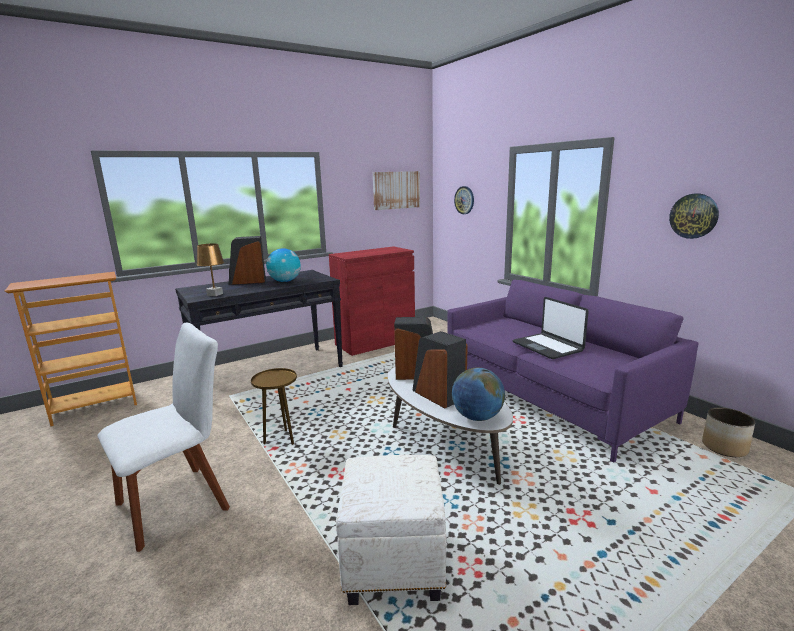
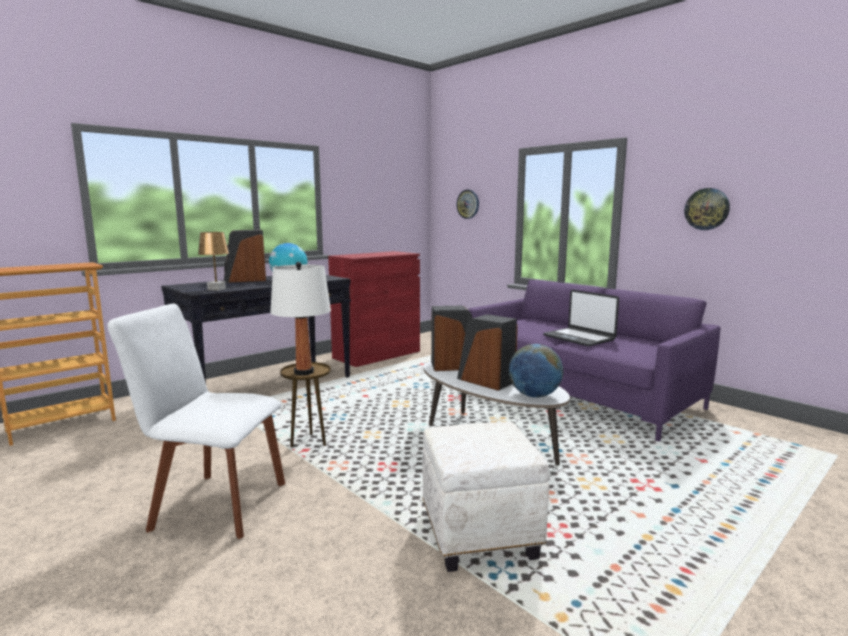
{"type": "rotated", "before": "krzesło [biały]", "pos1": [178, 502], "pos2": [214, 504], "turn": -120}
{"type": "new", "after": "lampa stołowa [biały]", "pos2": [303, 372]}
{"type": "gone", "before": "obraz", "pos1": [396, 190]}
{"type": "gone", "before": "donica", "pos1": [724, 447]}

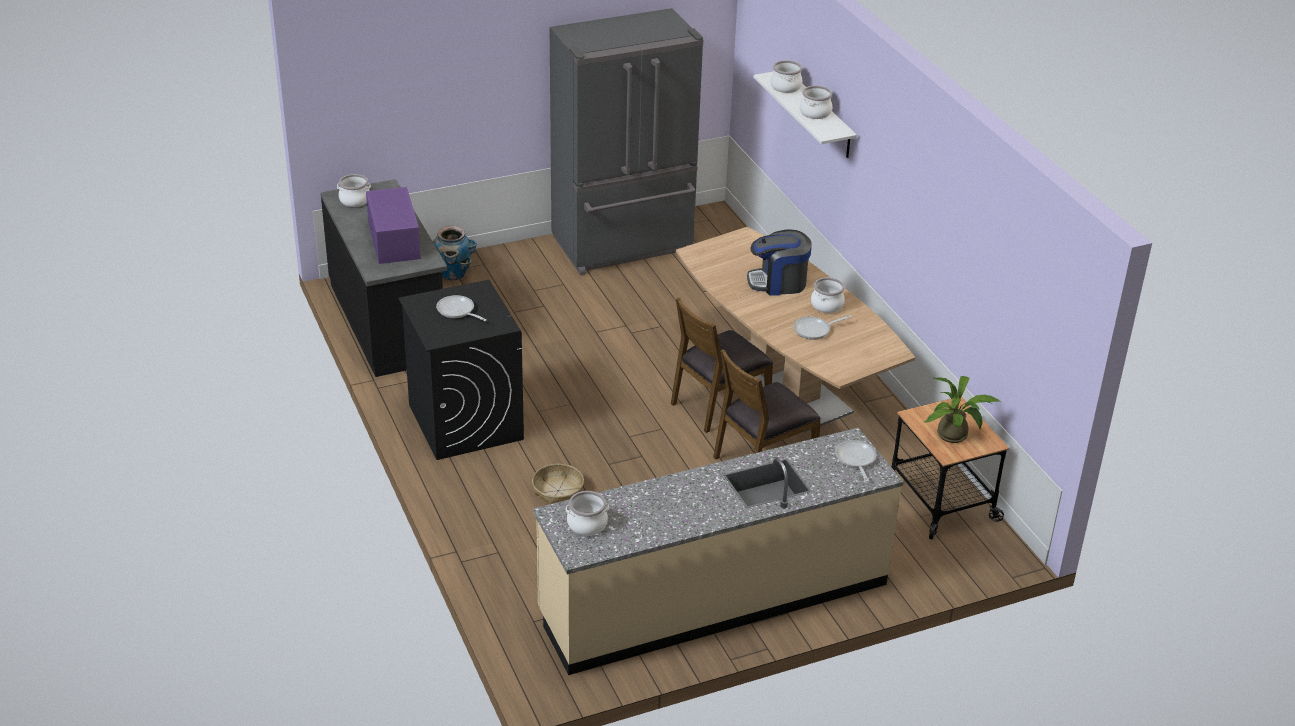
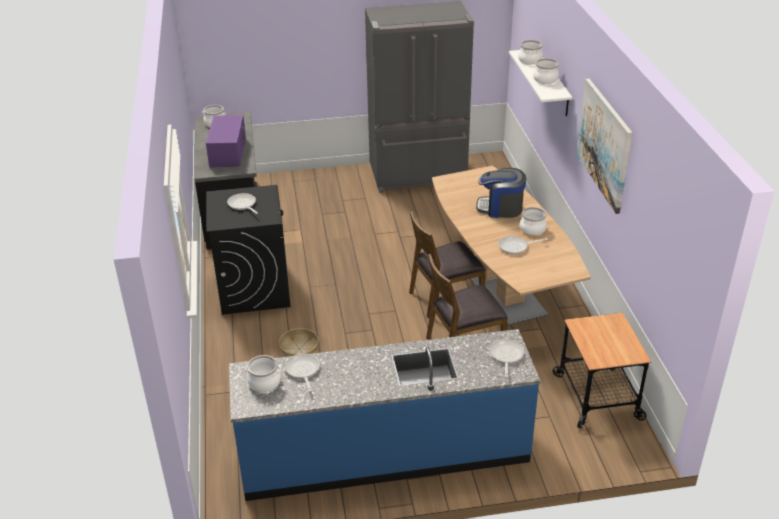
{"type": "repainted", "before": "zabudowa kuchenna [beżowy]", "after": "zabudowa kuchenna [niebieski]", "pos1": [714, 599], "pos2": [384, 453]}
{"type": "new", "after": "patelnia", "pos2": [302, 371]}
{"type": "new", "after": "obraz", "pos2": [604, 144]}
{"type": "gone", "before": "donica", "pos1": [453, 274]}
{"type": "gone", "before": "roślina doniczkowa", "pos1": [956, 436]}

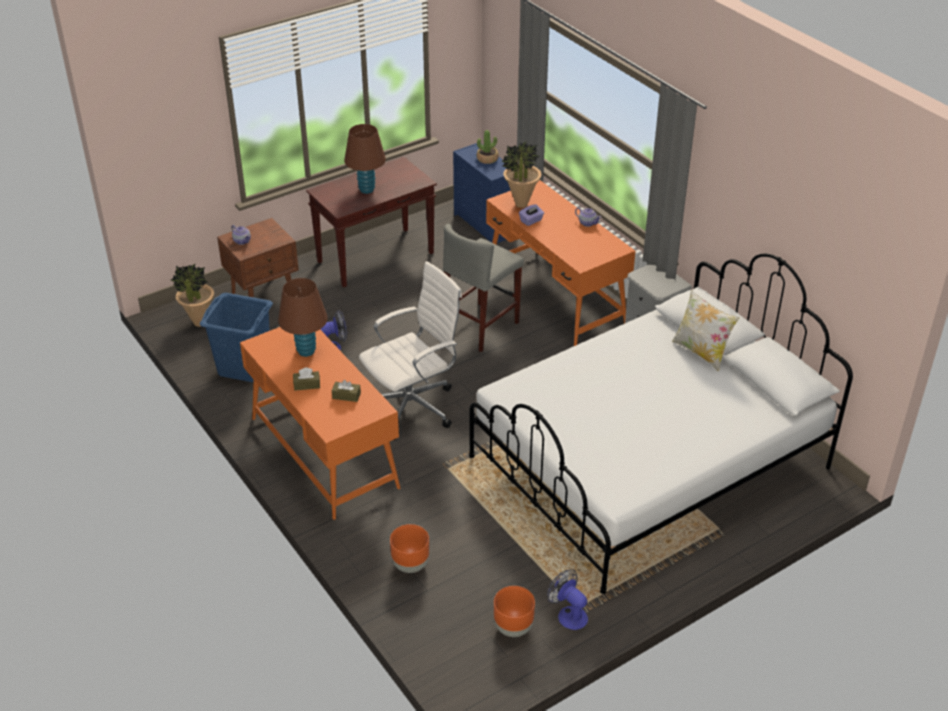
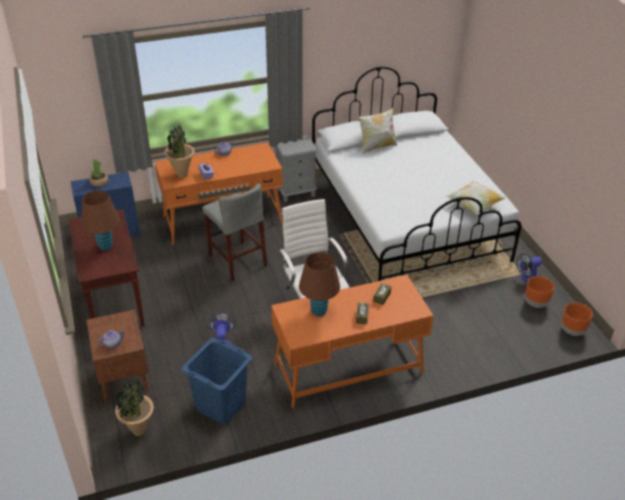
{"type": "new", "after": "poduszka", "pos2": [474, 206]}
{"type": "shifted", "before": "donica [pomarańczowy]", "pos1": [410, 565], "pos2": [572, 331]}

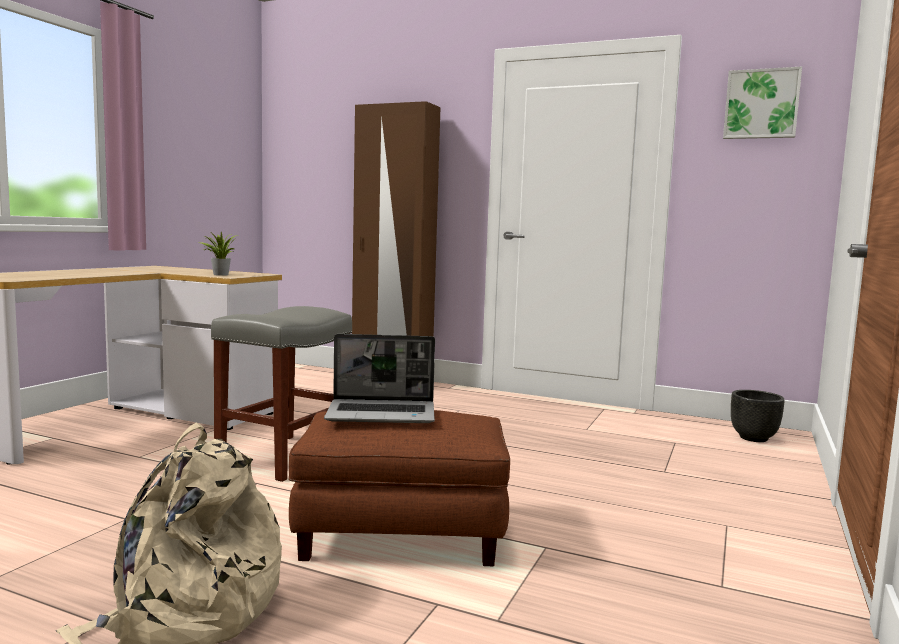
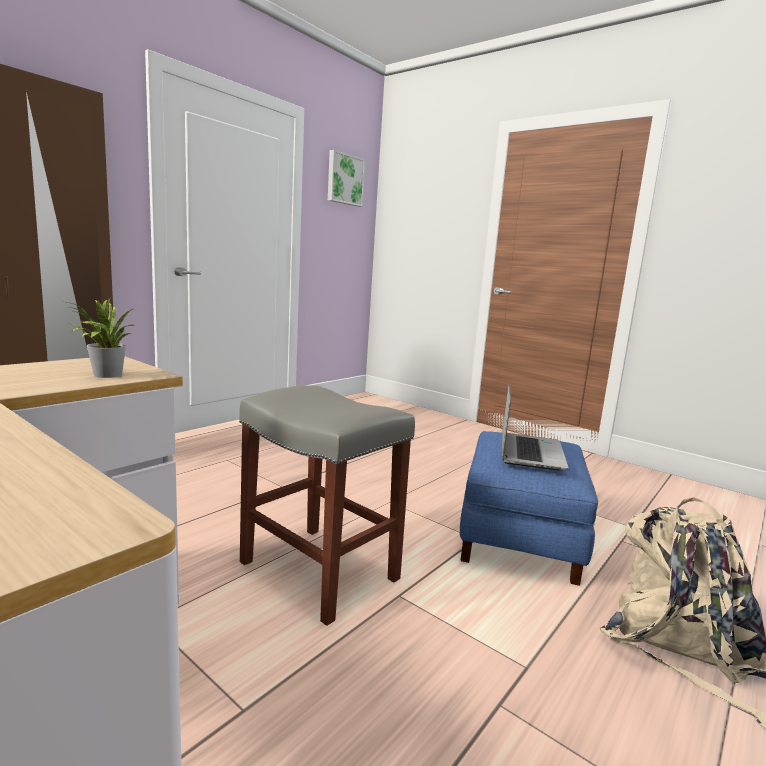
{"type": "repainted", "before": "pufa [brązowy]", "after": "pufa [niebieski]", "pos1": [400, 532], "pos2": [520, 536]}
{"type": "gone", "before": "donica [czarny]", "pos1": [754, 438]}

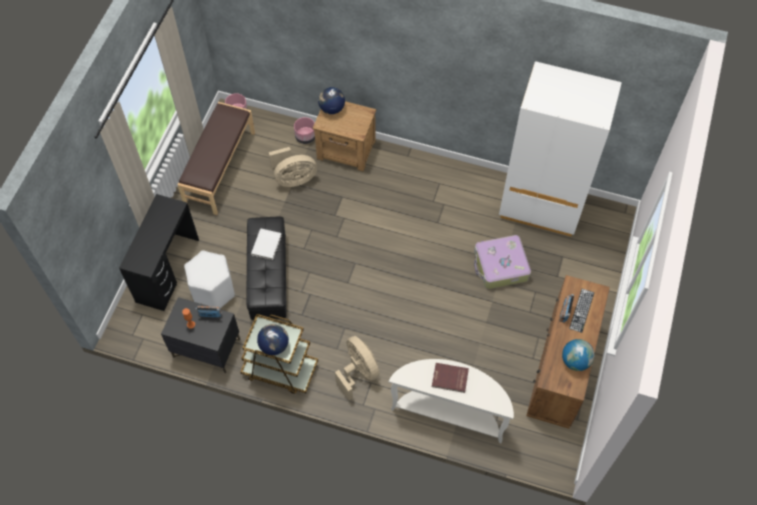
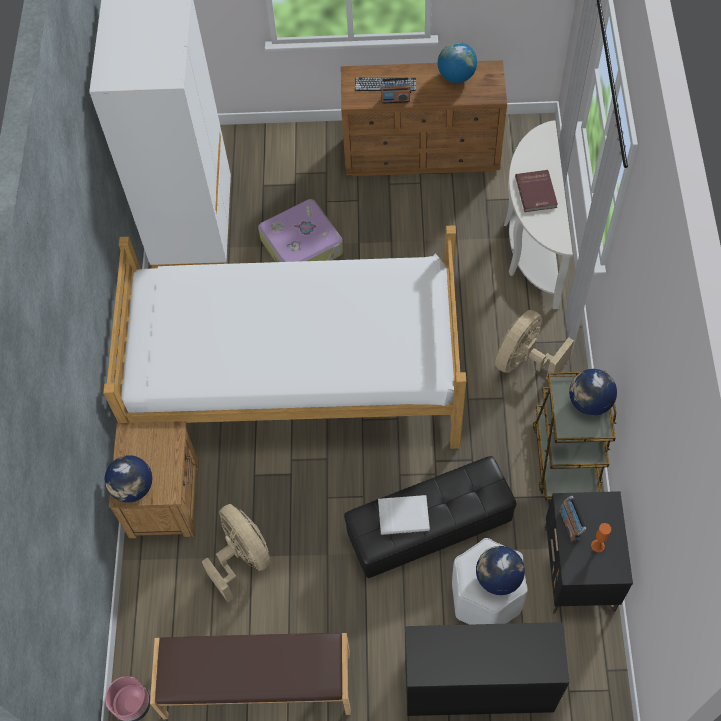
{"type": "new", "after": "łóżko", "pos2": [297, 377]}
{"type": "new", "after": "globus", "pos2": [498, 578]}
{"type": "gone", "before": "donica [różowy]", "pos1": [305, 137]}

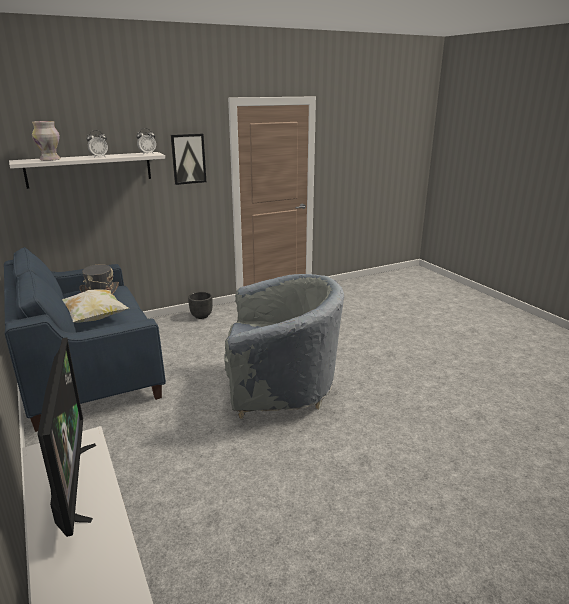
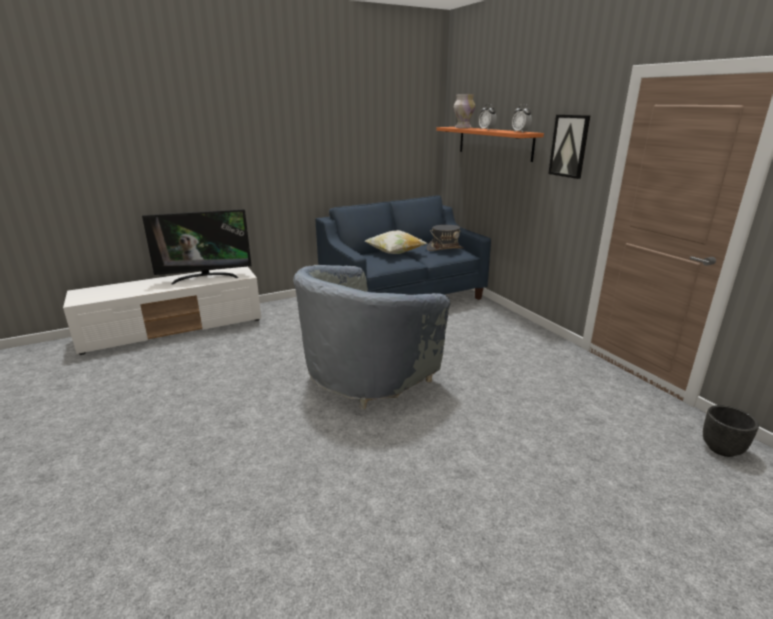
{"type": "rotated", "before": "fotel [szary]", "pos1": [279, 390], "pos2": [366, 378], "turn": 45}
{"type": "repainted", "before": "półka [biały]", "after": "półka [pomarańczowy]", "pos1": [89, 169], "pos2": [494, 143]}
{"type": "shifted", "before": "donica [czarny]", "pos1": [201, 316], "pos2": [722, 449]}

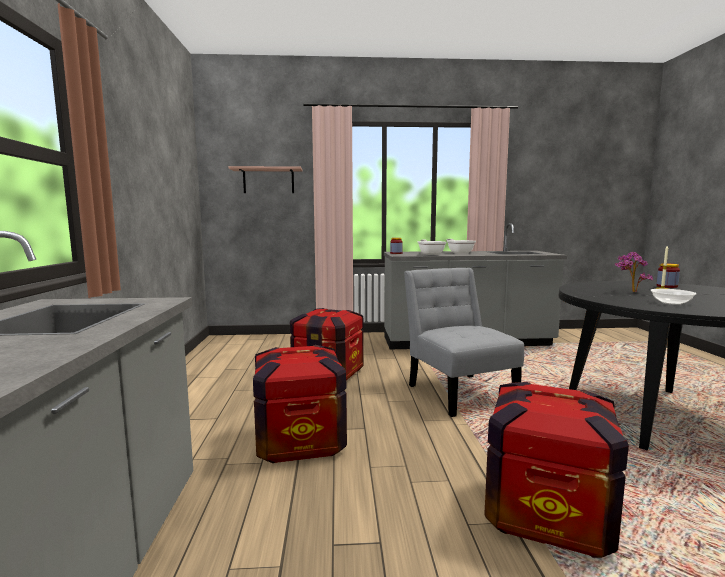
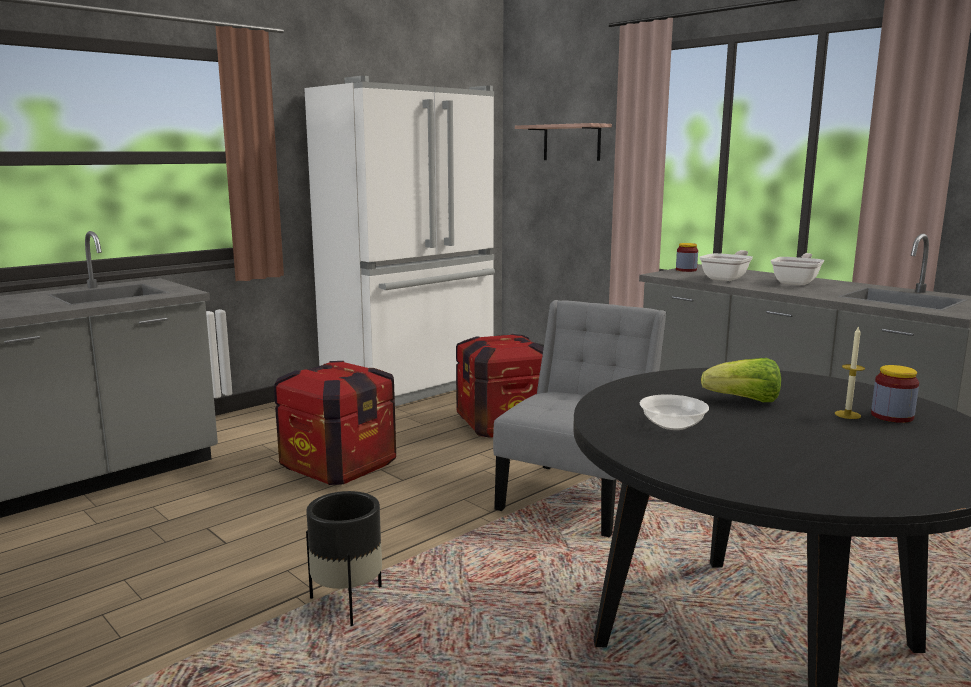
{"type": "new", "after": "lodówka [biały]", "pos2": [412, 387]}
{"type": "swapped", "before": "skrzynka", "after": "donica [czarny]", "pos1": [546, 513], "pos2": [347, 603]}
{"type": "swapped", "before": "roślina doniczkowa", "after": "sałata", "pos1": [630, 292], "pos2": [744, 401]}

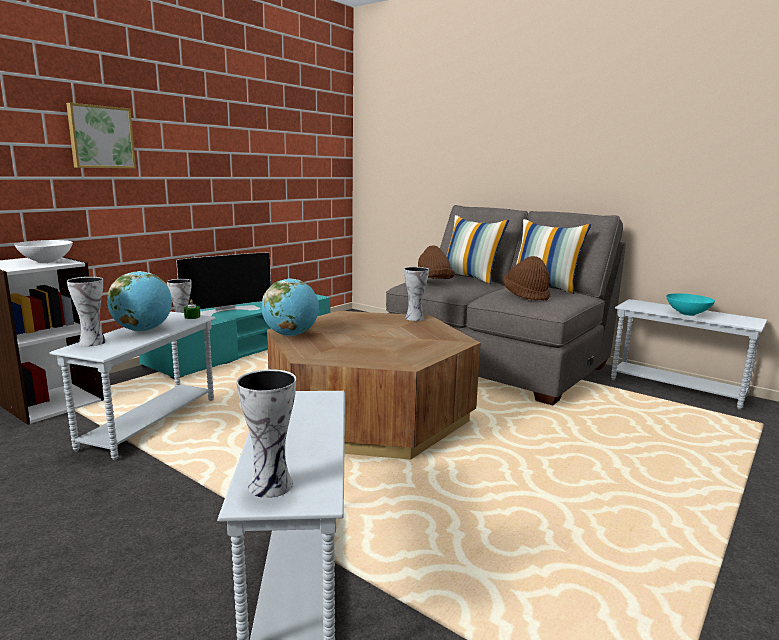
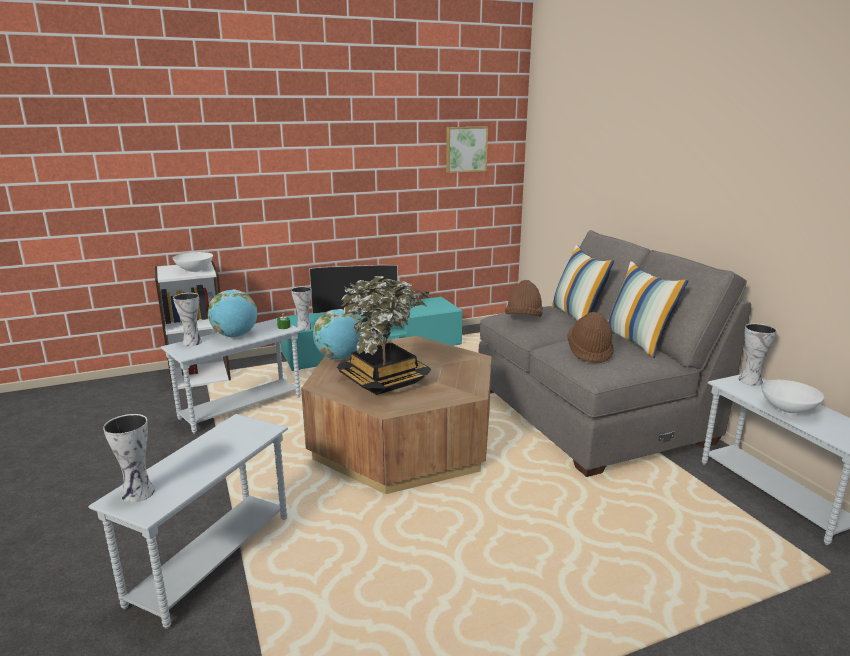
{"type": "new", "after": "roślina doniczkowa", "pos2": [384, 381]}
{"type": "shifted", "before": "obraz", "pos1": [101, 137], "pos2": [465, 149]}
{"type": "shifted", "before": "wazon", "pos1": [414, 318], "pos2": [749, 380]}
{"type": "repainted", "before": "miska [turkusowy]", "after": "miska [biały]", "pos1": [688, 314], "pos2": [788, 409]}

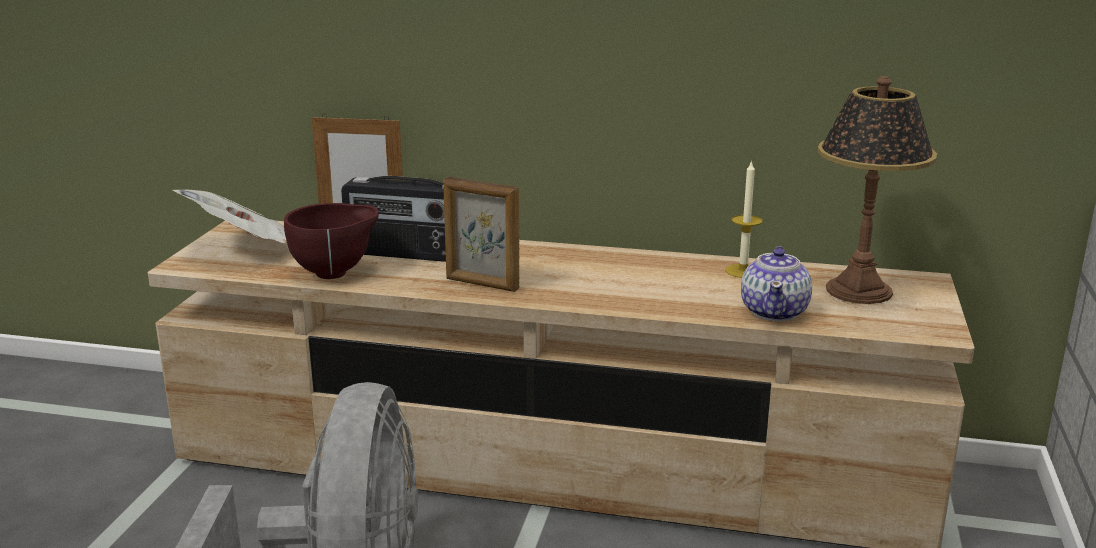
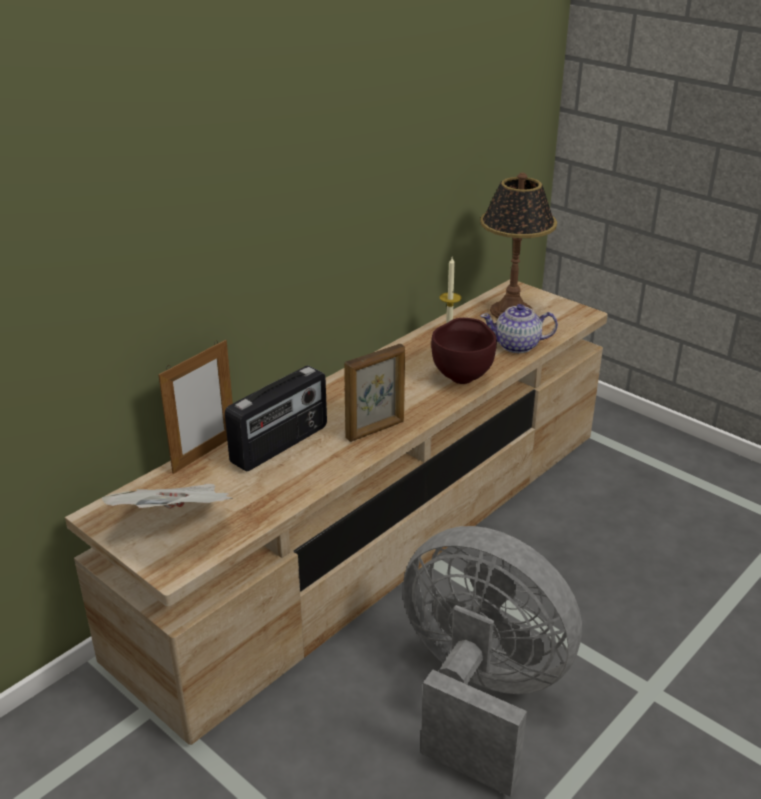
{"type": "shifted", "before": "miska [brązowy]", "pos1": [336, 273], "pos2": [462, 376]}
{"type": "rotated", "before": "imbryk", "pos1": [775, 311], "pos2": [517, 346], "turn": 135}

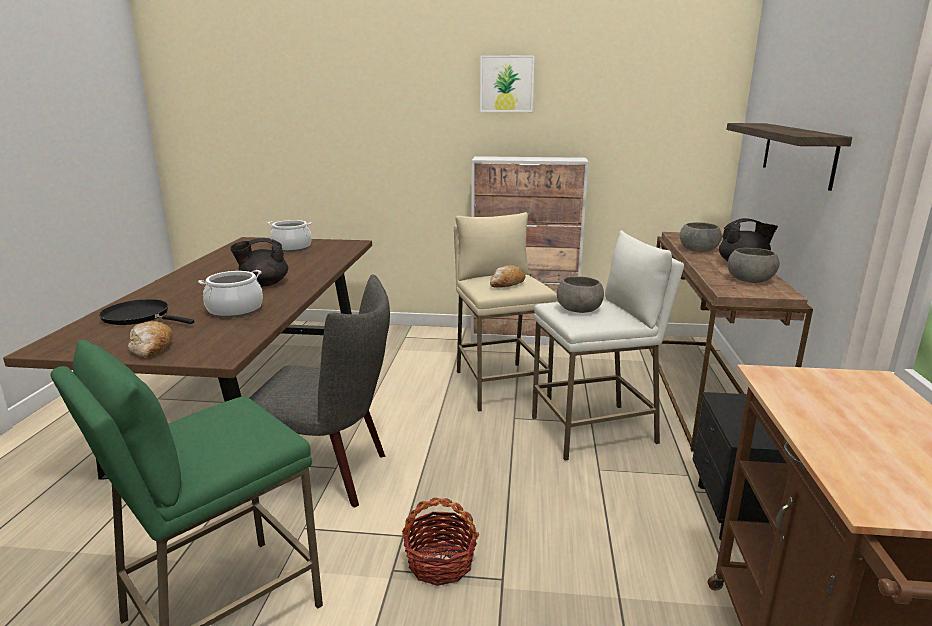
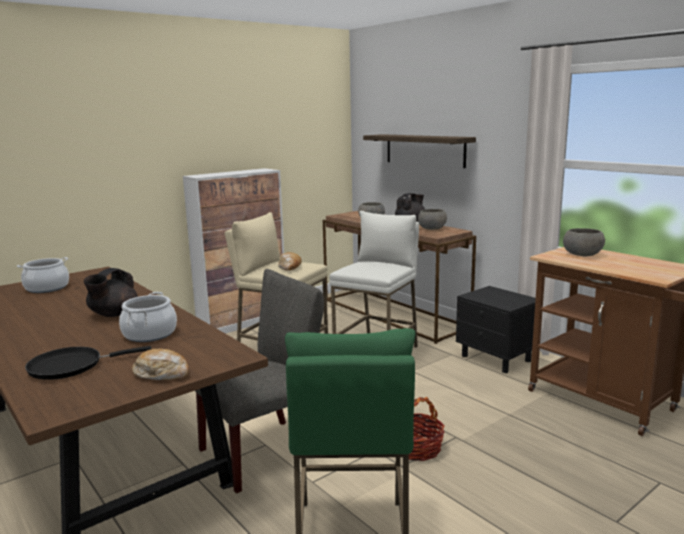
{"type": "shifted", "before": "miska [szary]", "pos1": [579, 309], "pos2": [582, 254]}
{"type": "gone", "before": "obraz", "pos1": [507, 84]}

